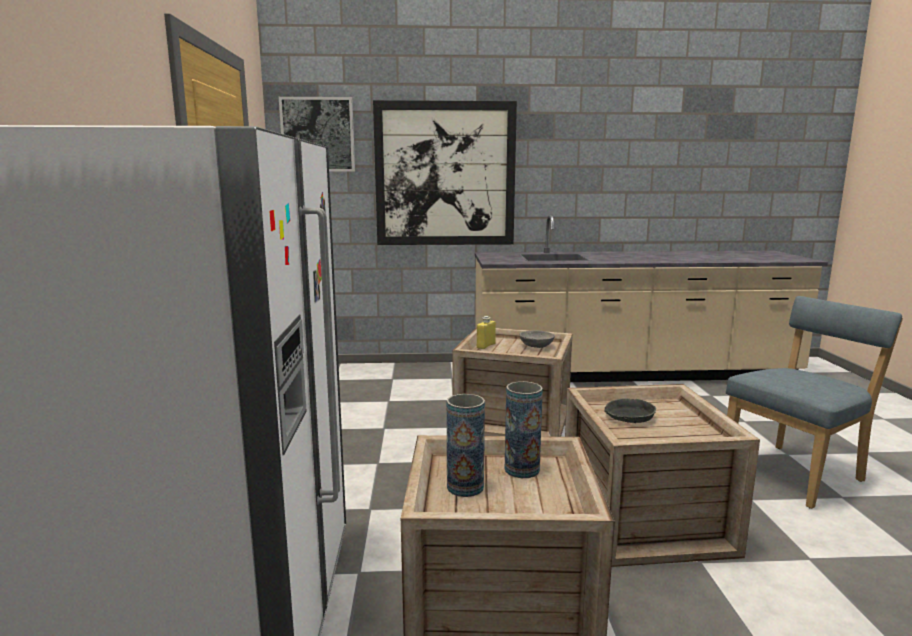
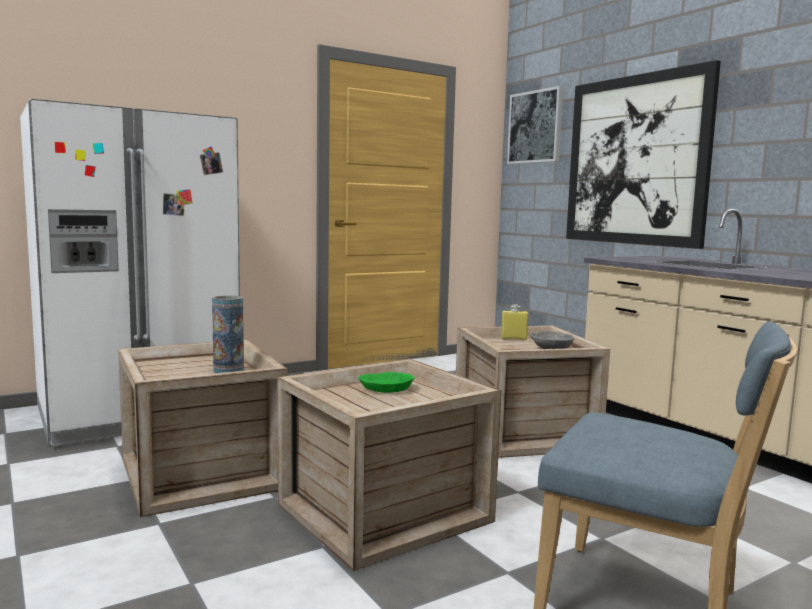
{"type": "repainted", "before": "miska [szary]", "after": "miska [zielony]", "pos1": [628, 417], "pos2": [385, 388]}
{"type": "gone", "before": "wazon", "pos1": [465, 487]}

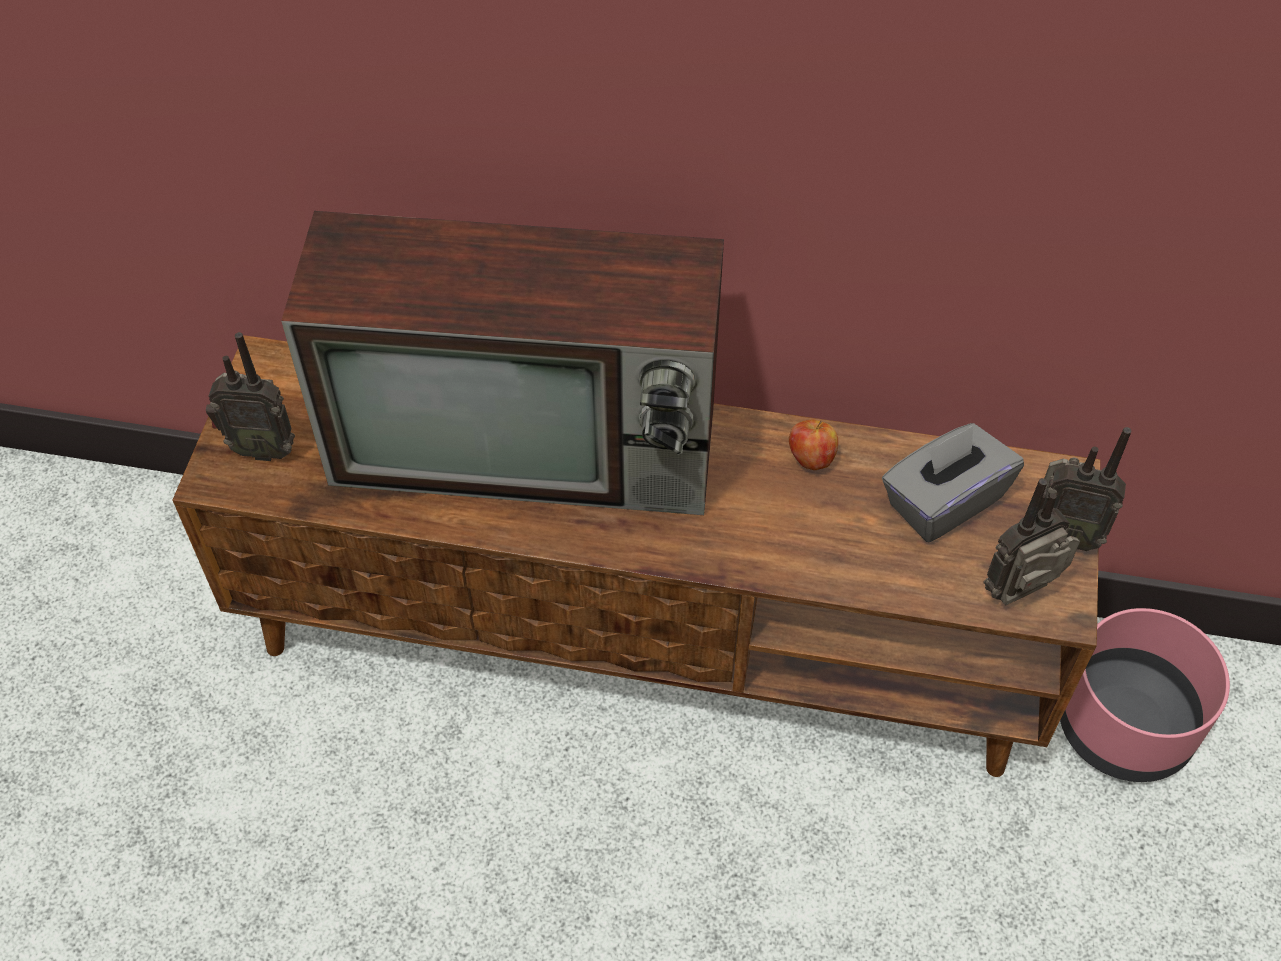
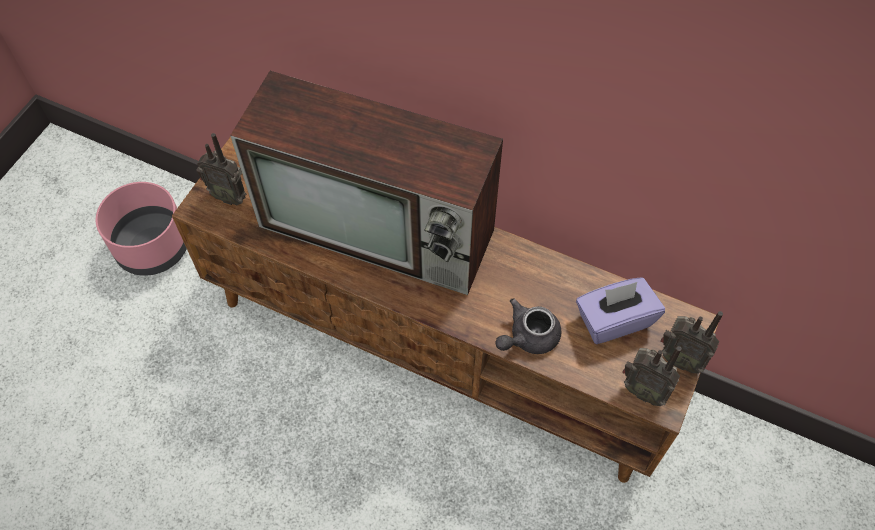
{"type": "shifted", "before": "donica [różowy]", "pos1": [1125, 723], "pos2": [153, 246]}
{"type": "new", "after": "imbryk [szary]", "pos2": [527, 337]}
{"type": "repainted", "before": "pudełko chusteczek [szary]", "after": "pudełko chusteczek [fioletowy]", "pos1": [943, 501], "pos2": [614, 320]}
{"type": "rotated", "before": "radio", "pos1": [1021, 594], "pos2": [643, 390], "turn": -135}
{"type": "gone", "before": "jabłko", "pos1": [811, 458]}

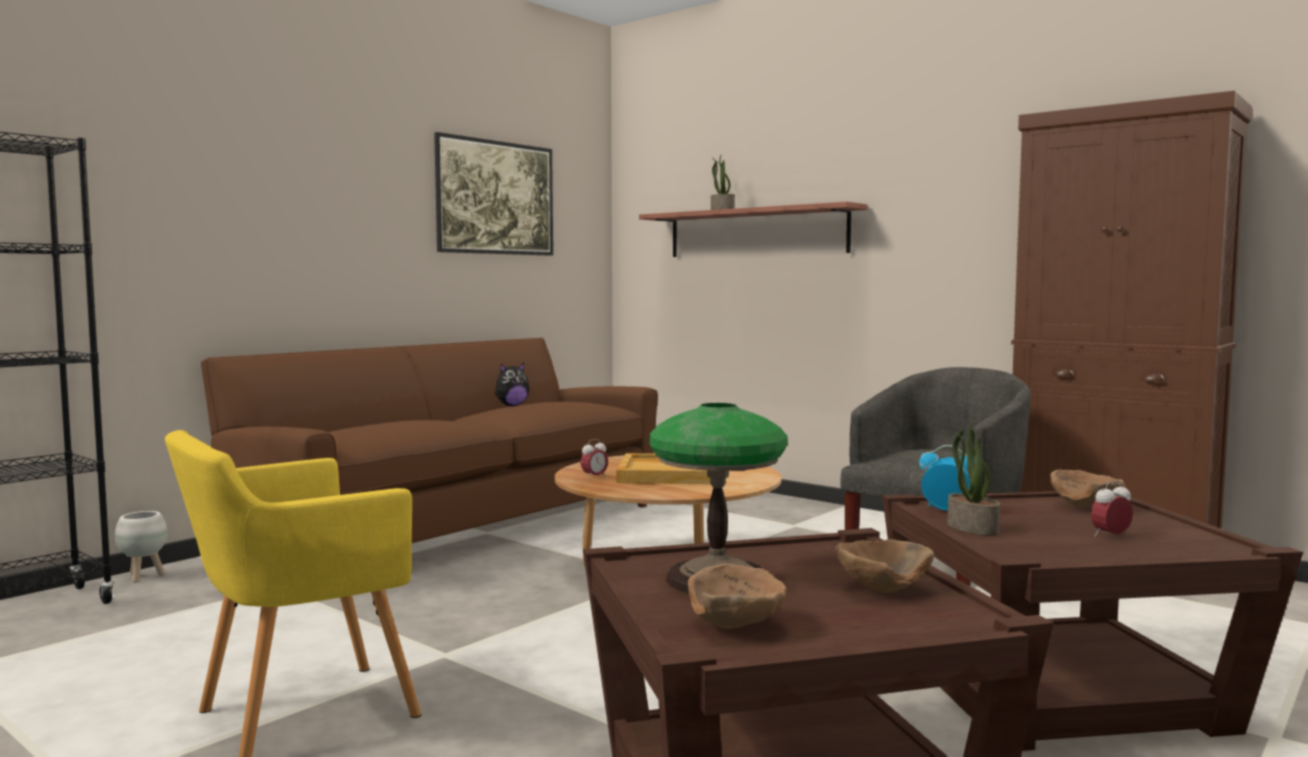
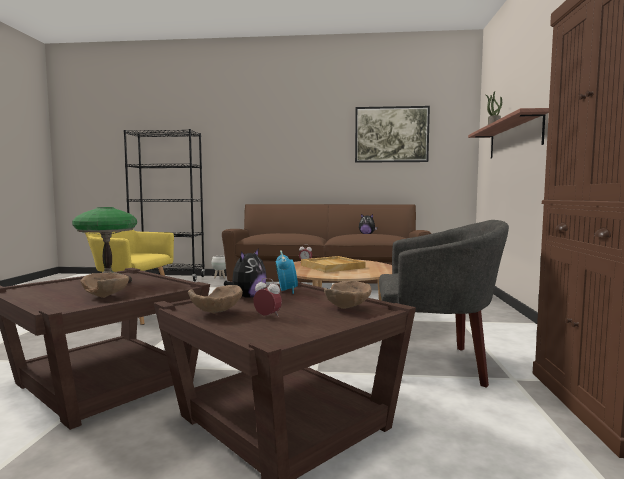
{"type": "shifted", "before": "miska [brązowy]", "pos1": [738, 628], "pos2": [216, 314]}
{"type": "swapped", "before": "roślina doniczkowa", "after": "pluszak", "pos1": [971, 528], "pos2": [247, 297]}

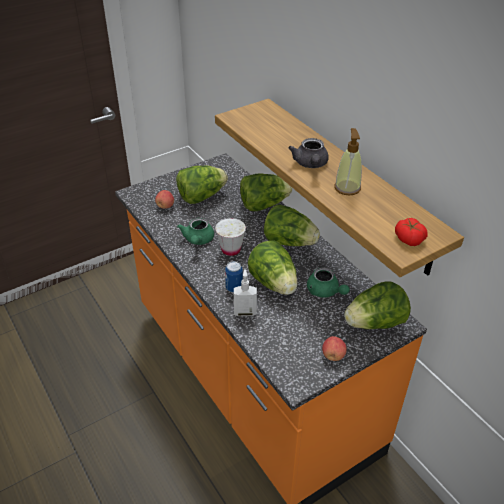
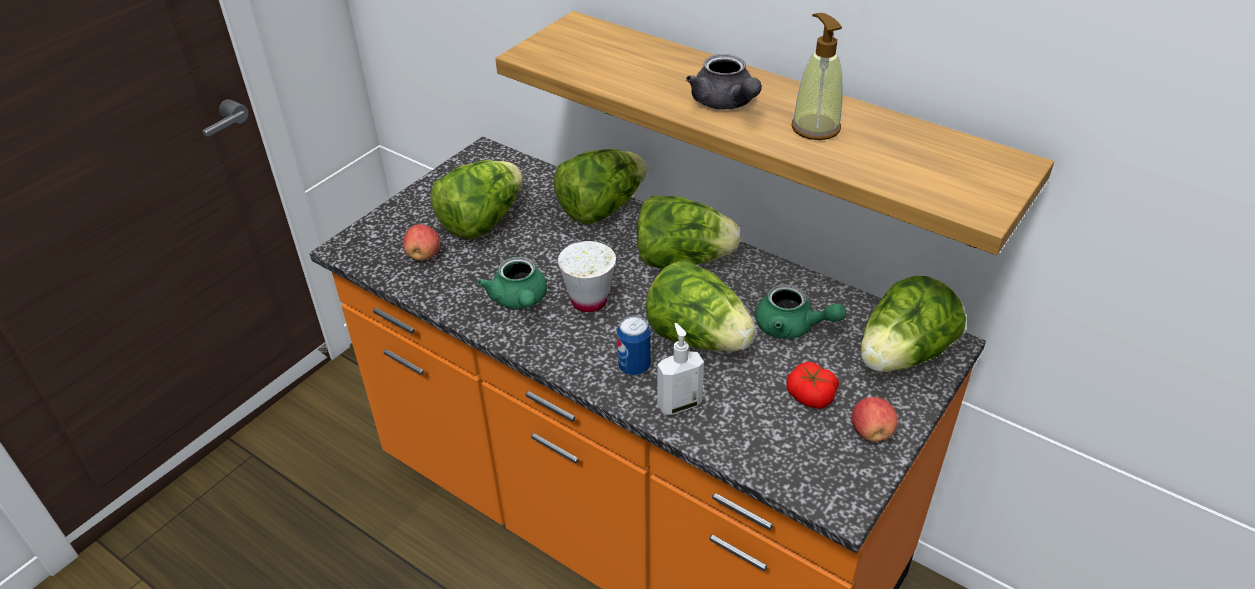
{"type": "shifted", "before": "pomidor", "pos1": [409, 239], "pos2": [810, 395]}

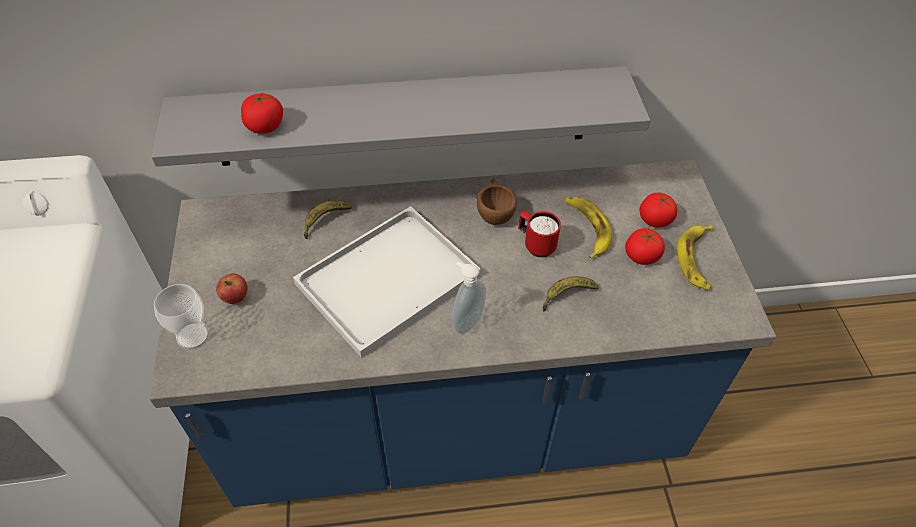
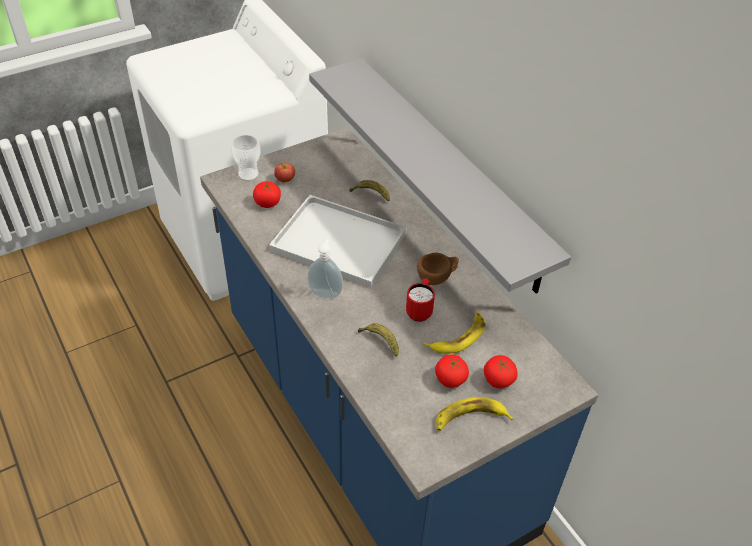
{"type": "shifted", "before": "pomidor", "pos1": [265, 126], "pos2": [267, 203]}

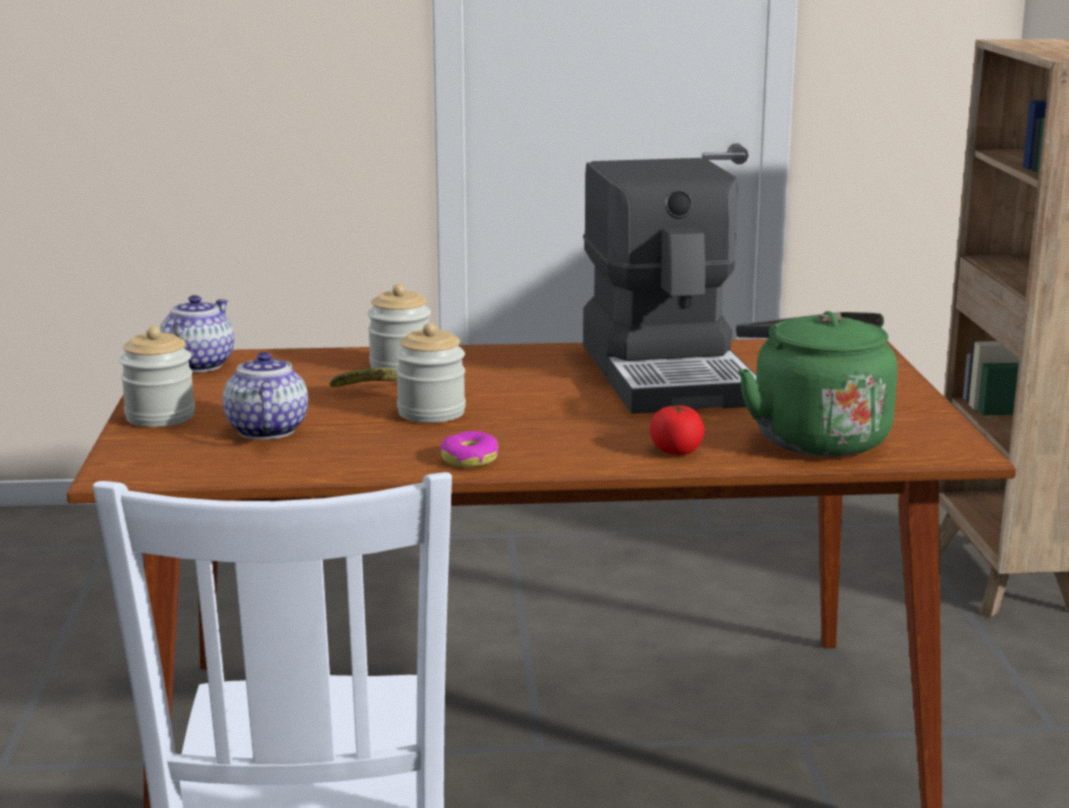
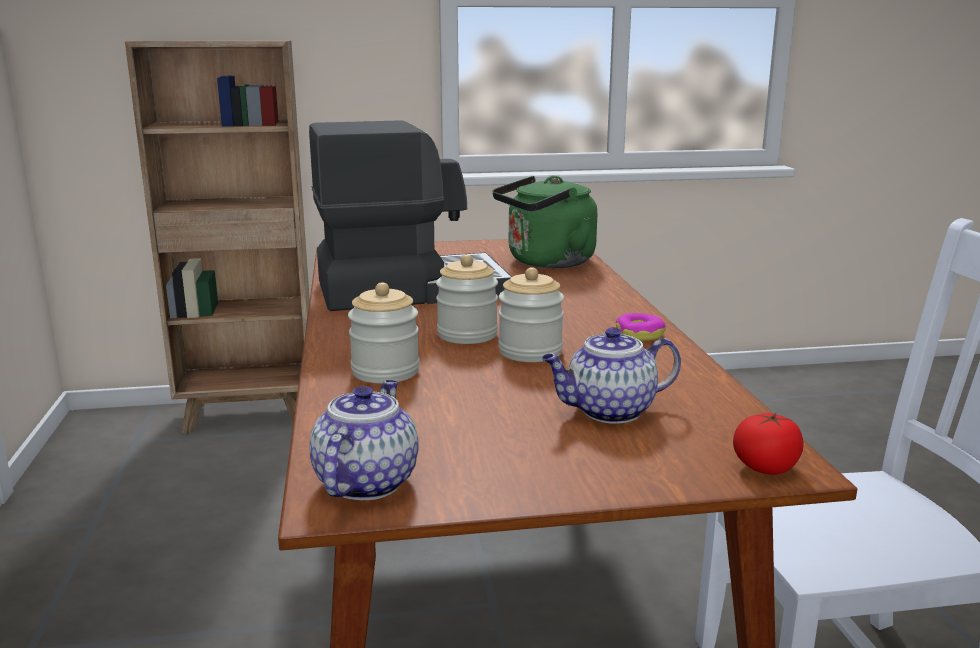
{"type": "rotated", "before": "imbryk", "pos1": [198, 364], "pos2": [366, 481], "turn": 90}
{"type": "shifted", "before": "słoik", "pos1": [160, 417], "pos2": [467, 334]}
{"type": "shifted", "before": "pomidor", "pos1": [676, 451], "pos2": [765, 468]}
{"type": "gone", "before": "banan", "pos1": [372, 390]}

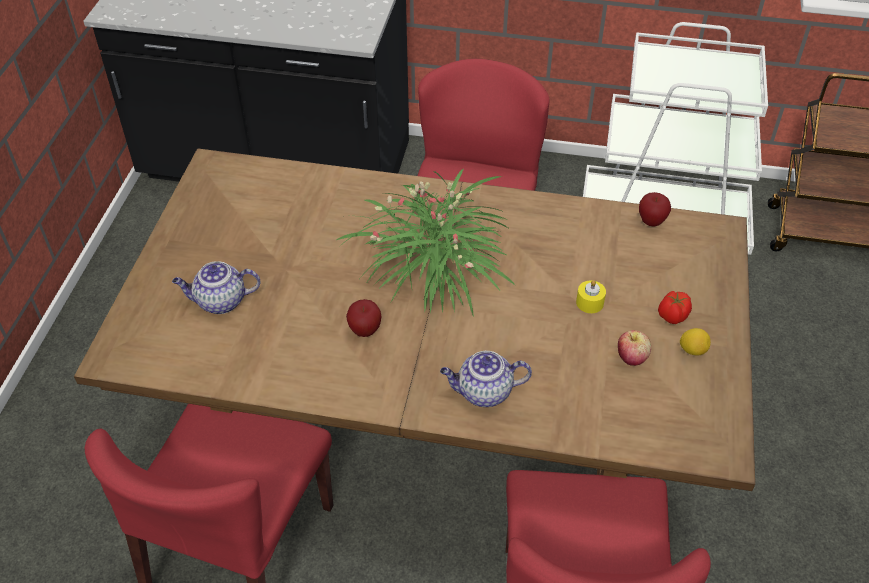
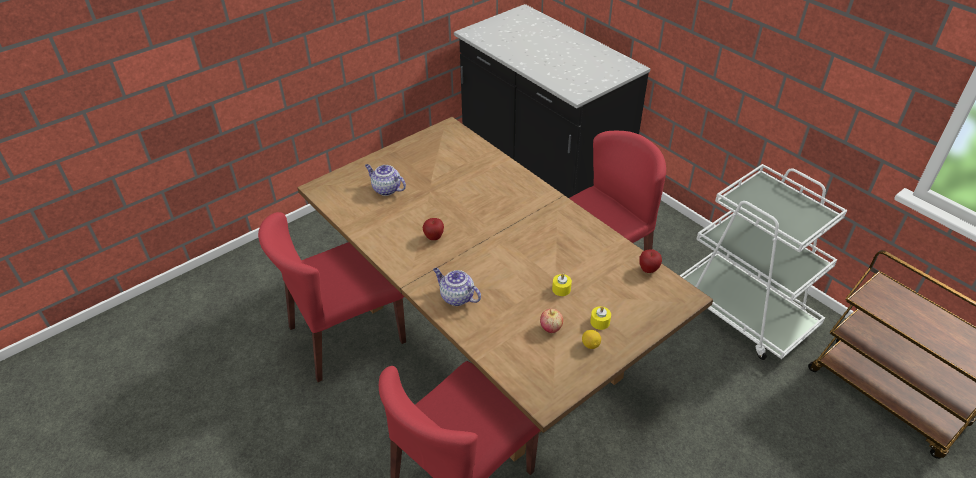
{"type": "swapped", "before": "pomidor", "after": "świeca [żółty]", "pos1": [672, 316], "pos2": [600, 322]}
{"type": "gone", "before": "roślina doniczkowa", "pos1": [434, 268]}

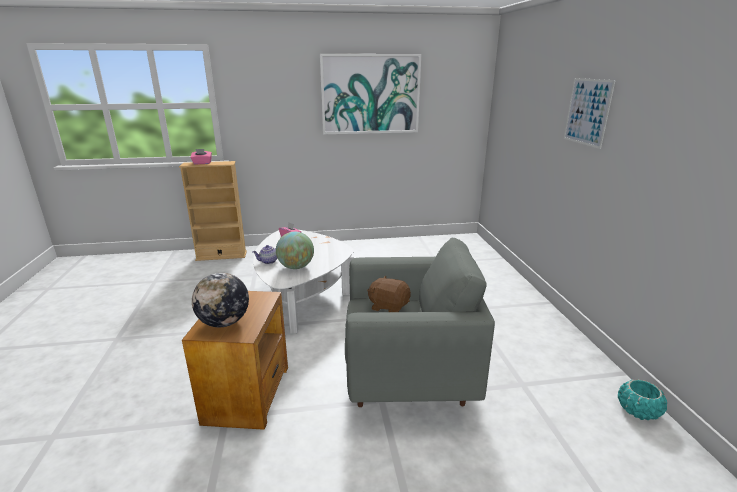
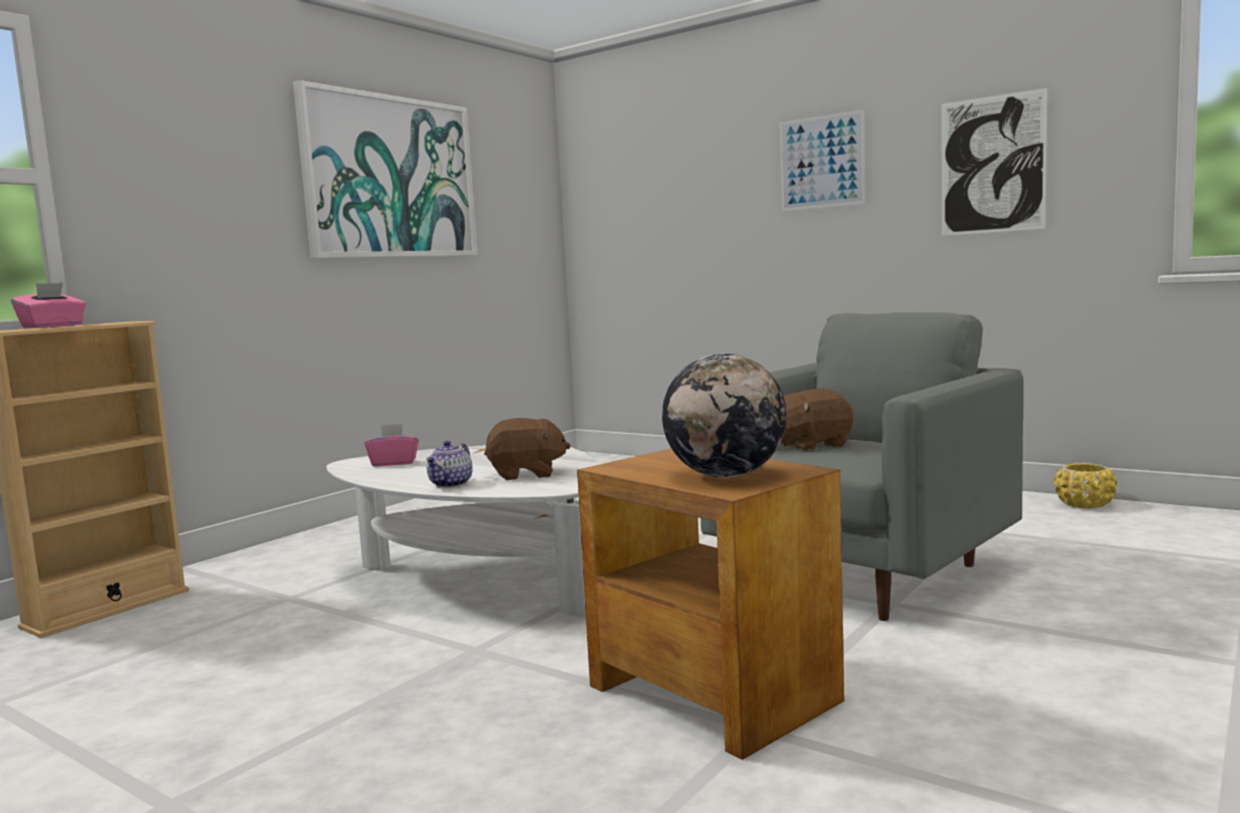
{"type": "swapped", "before": "globus", "after": "pluszak [brązowy]", "pos1": [296, 267], "pos2": [526, 474]}
{"type": "new", "after": "obraz", "pos2": [992, 164]}
{"type": "repainted", "before": "donica [turkusowy]", "after": "donica [żółty]", "pos1": [638, 411], "pos2": [1085, 504]}

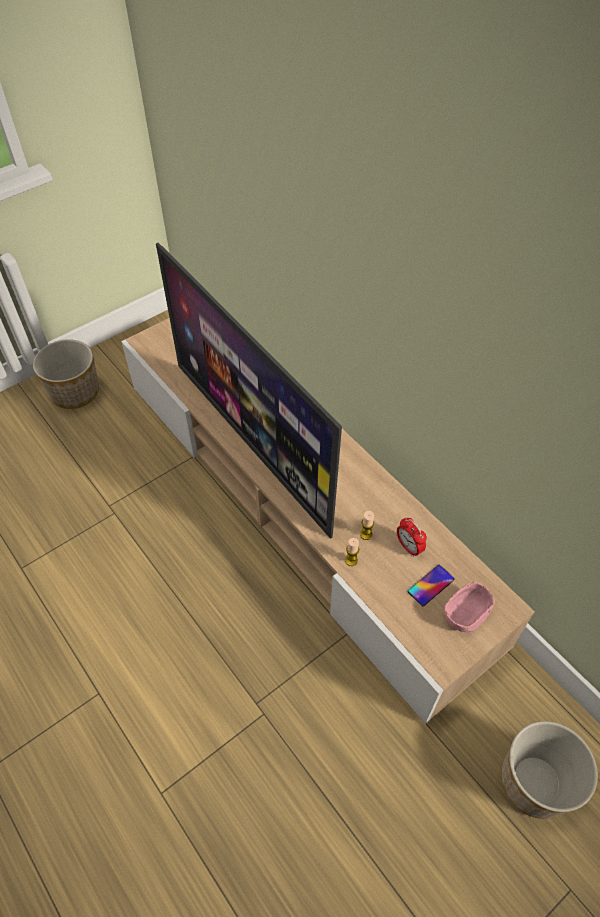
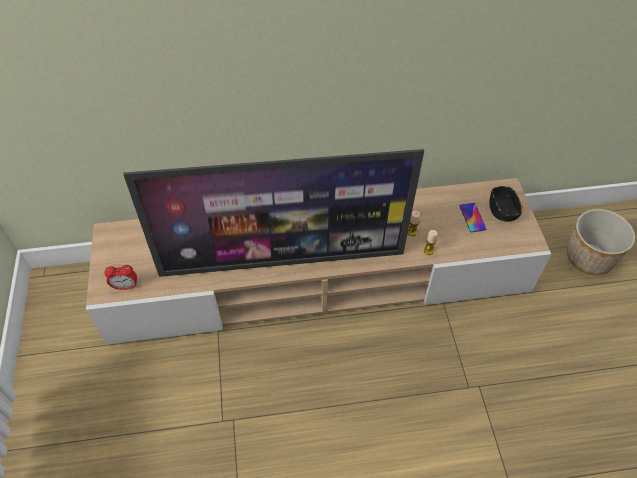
{"type": "shifted", "before": "budzik", "pos1": [409, 547], "pos2": [125, 286]}
{"type": "repainted", "before": "miska [różowy]", "after": "miska [czarny]", "pos1": [465, 614], "pos2": [502, 211]}
{"type": "gone", "before": "donica", "pos1": [75, 392]}

